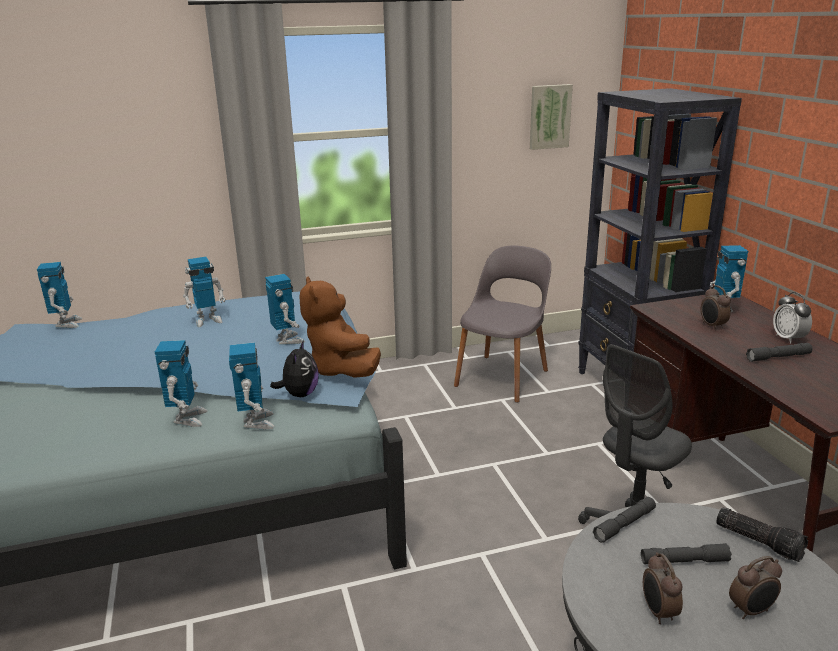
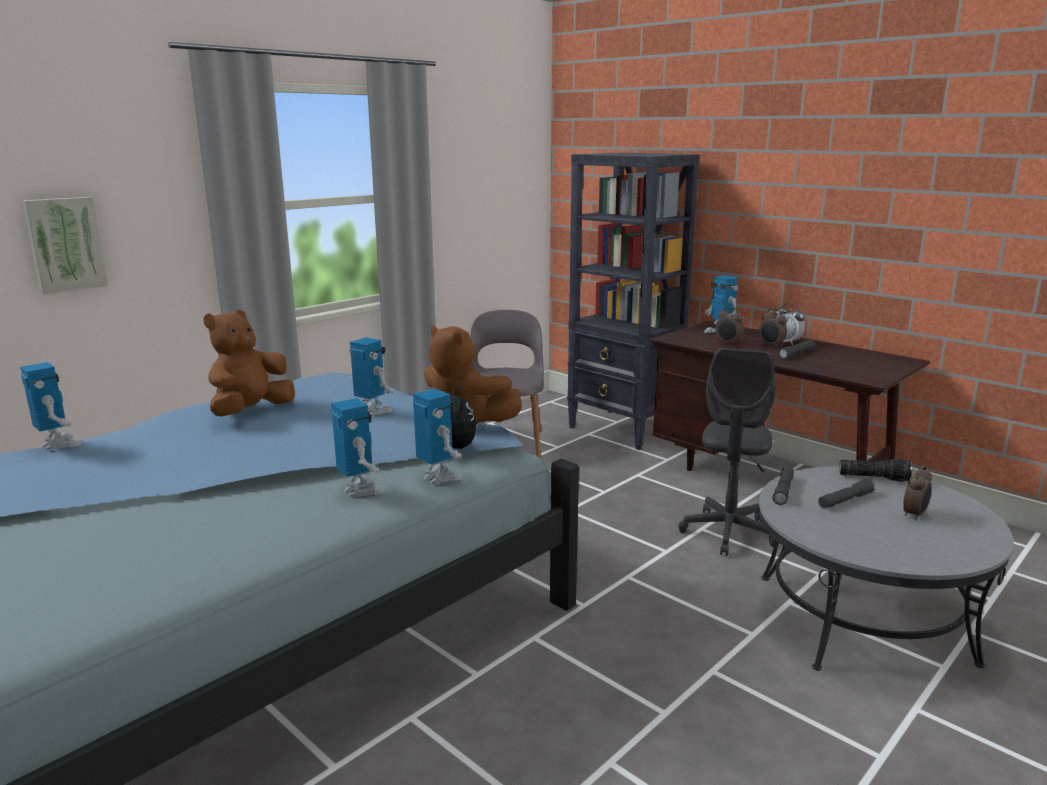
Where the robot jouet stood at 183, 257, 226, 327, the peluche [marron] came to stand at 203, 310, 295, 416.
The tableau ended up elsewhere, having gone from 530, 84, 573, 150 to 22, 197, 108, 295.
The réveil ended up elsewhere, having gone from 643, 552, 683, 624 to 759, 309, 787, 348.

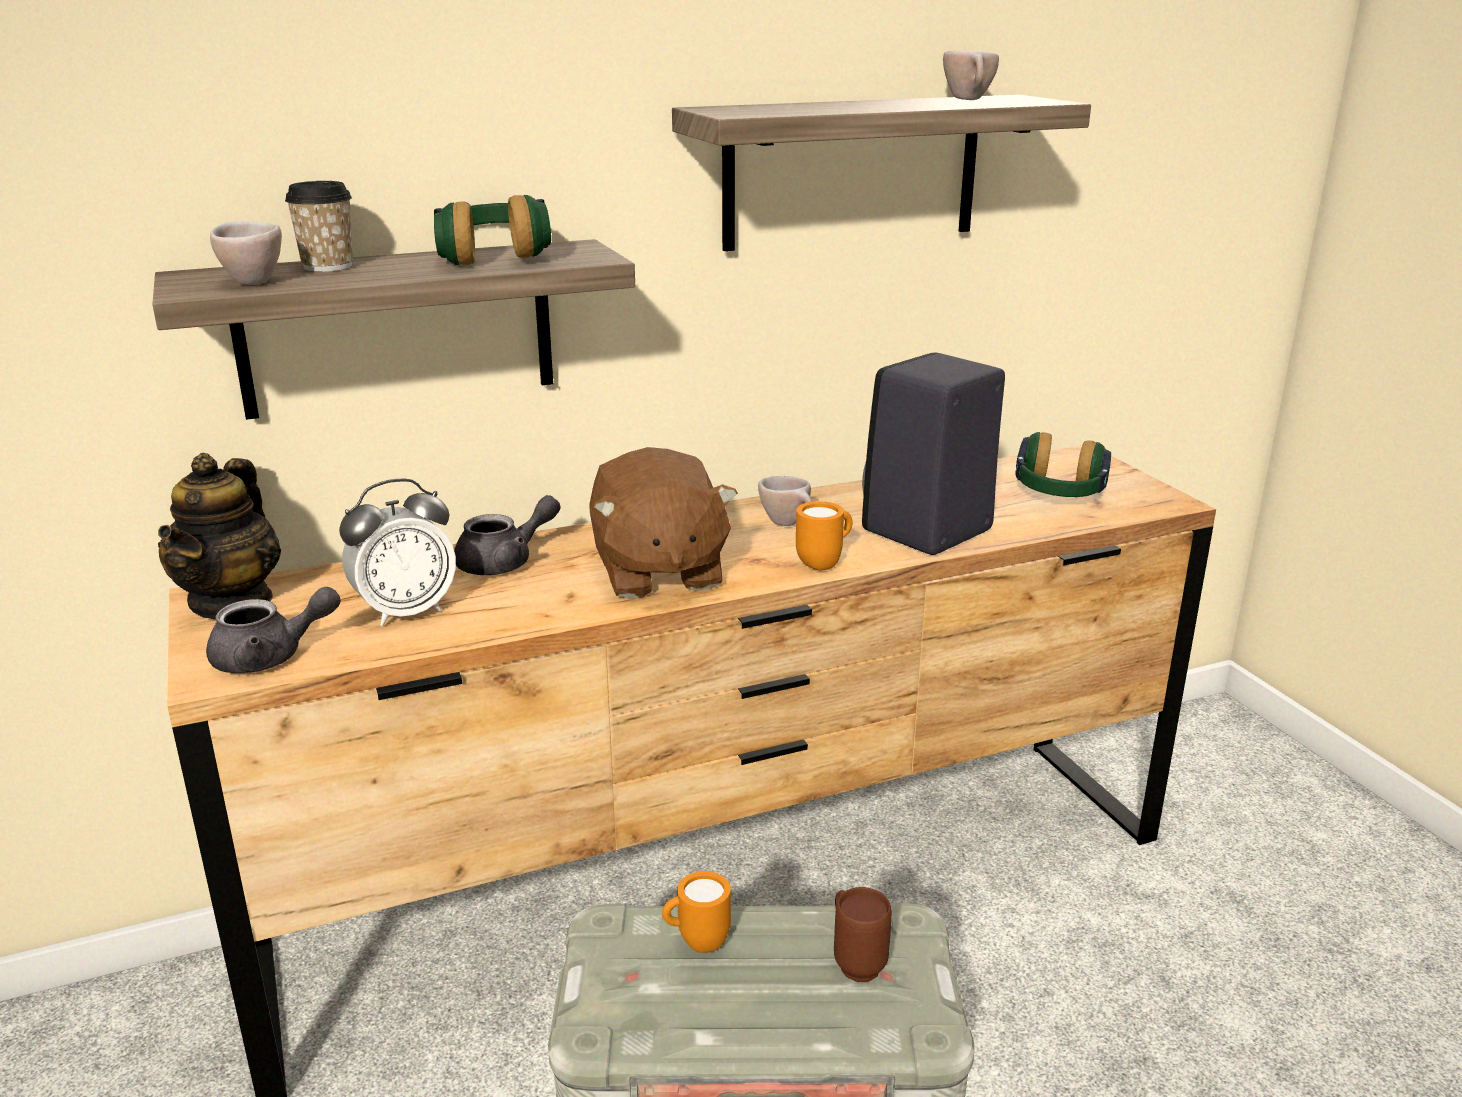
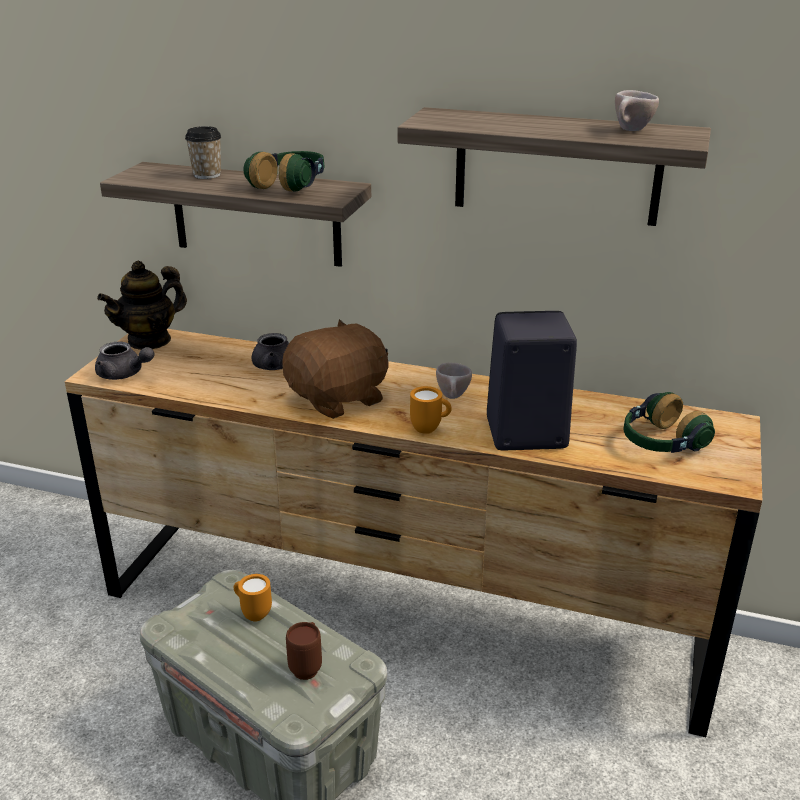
The second view lost the tasse [beige] at 210, 221, 282, 285.
The second view lost the réveil at 339, 479, 456, 626.
The peluche [marron] at 589, 447, 738, 599 ended up facing another way, 150 degrees counterclockwise from before.

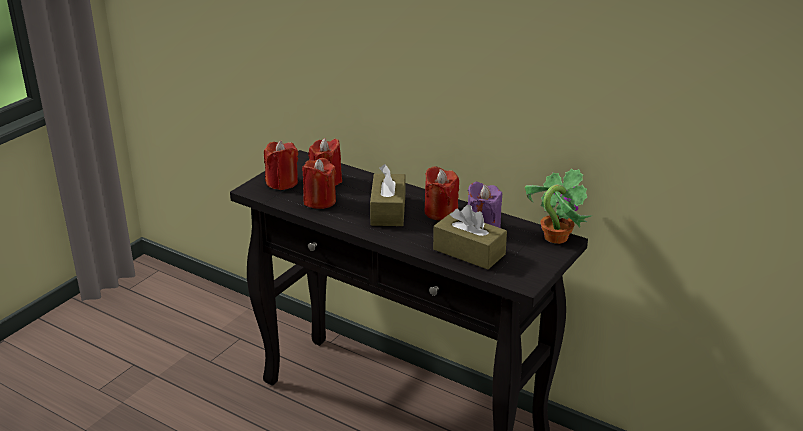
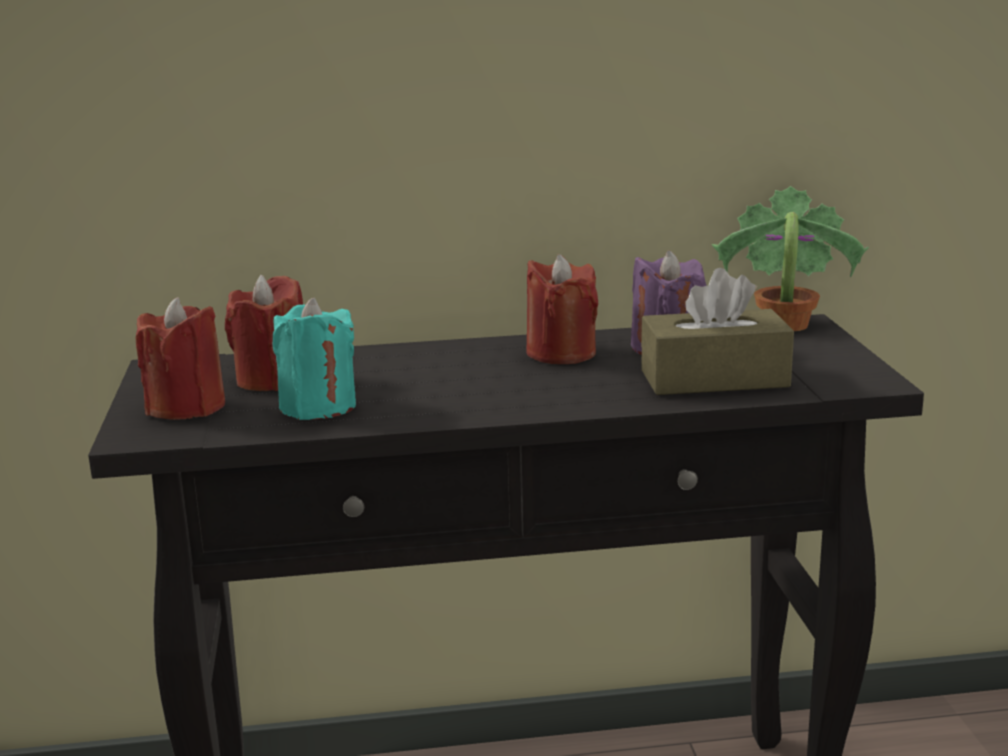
What was the bougie [rouge] at 302, 158, 336, 209 turned into the bougie [turquoise] at 273, 297, 356, 420.
The second view lost the boîte à mouchoirs [marron] at 370, 164, 405, 226.

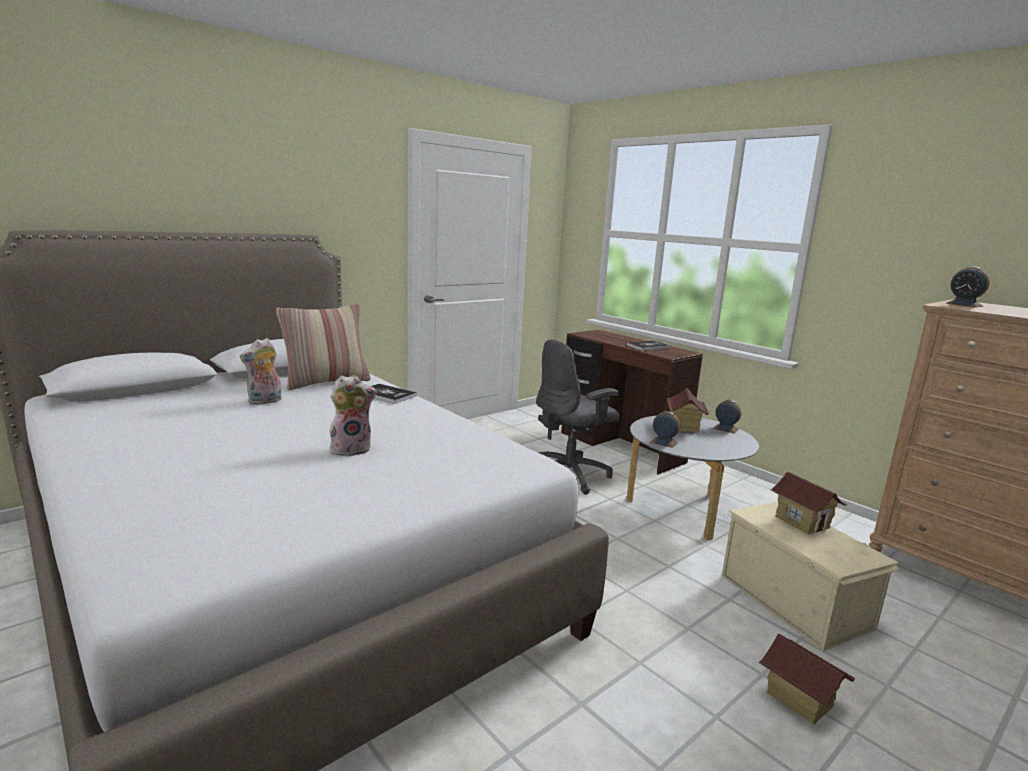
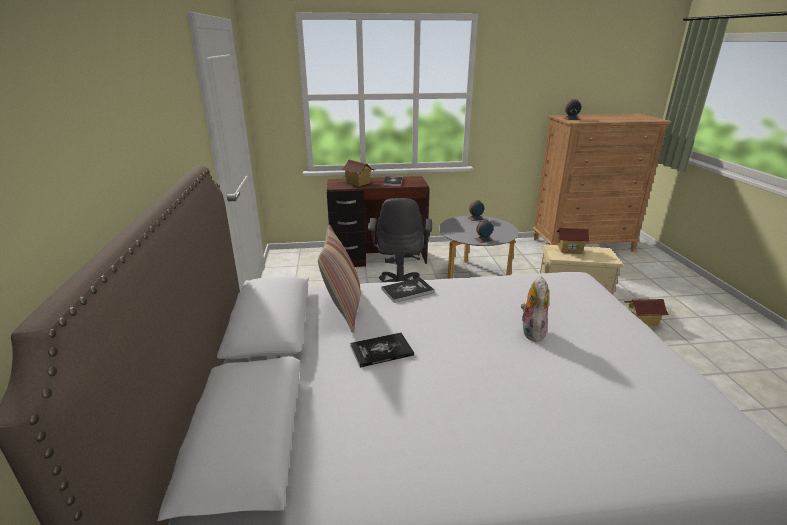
Where the peluche stood at 240, 338, 282, 405, the livre came to stand at 350, 332, 414, 368.
The maison miniature ended up elsewhere, having gone from 667, 389, 709, 433 to 341, 160, 375, 186.

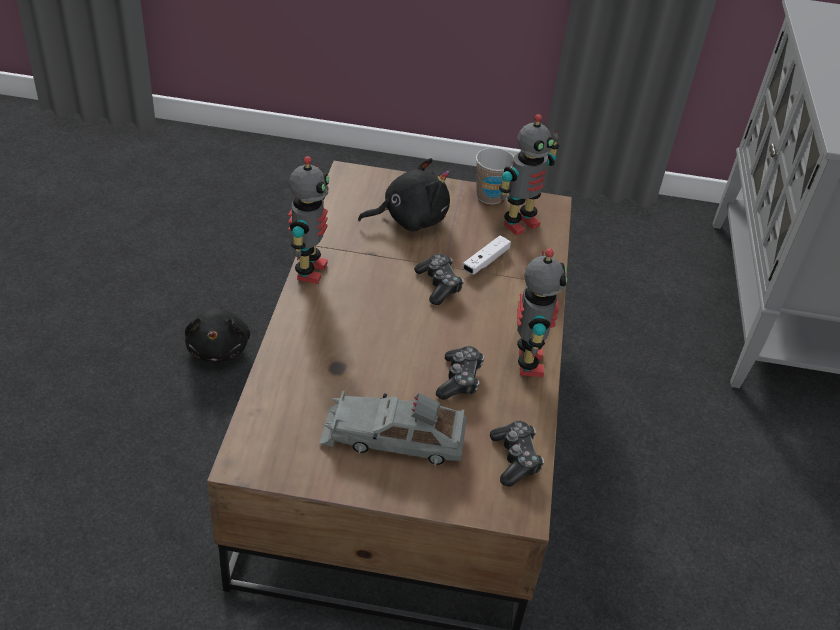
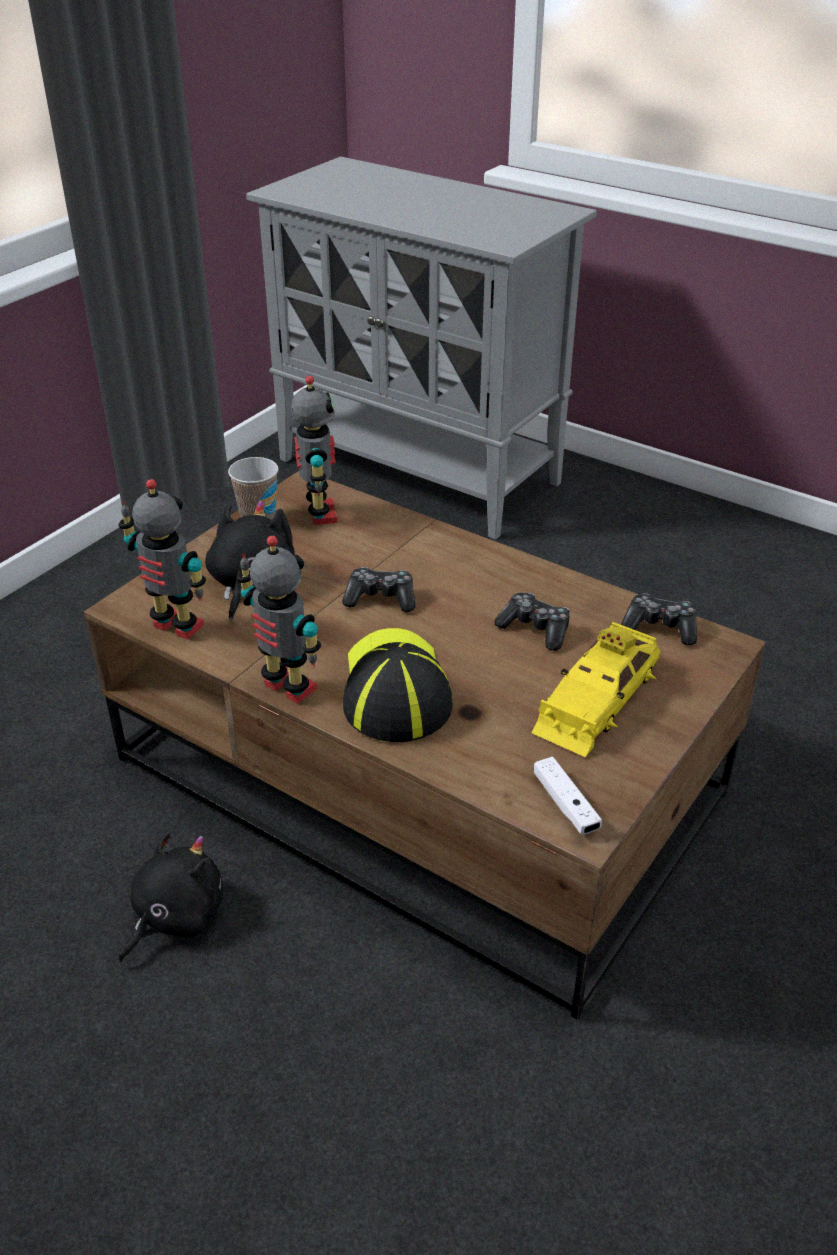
The peluche [noir] at 185, 306, 250, 362 ended up facing another way, 75 degrees counterclockwise from before.
What was the petite voiture [gris] at 319, 391, 467, 465 turned into the petite voiture [jaune] at 532, 622, 661, 757.
The manette [blanc] ended up elsewhere, having gone from 462, 236, 511, 275 to 534, 757, 602, 835.
The robot jouet ended up elsewhere, having gone from 517, 248, 567, 377 to 119, 479, 206, 639.
The second view gained the casquette at 343, 628, 452, 742.

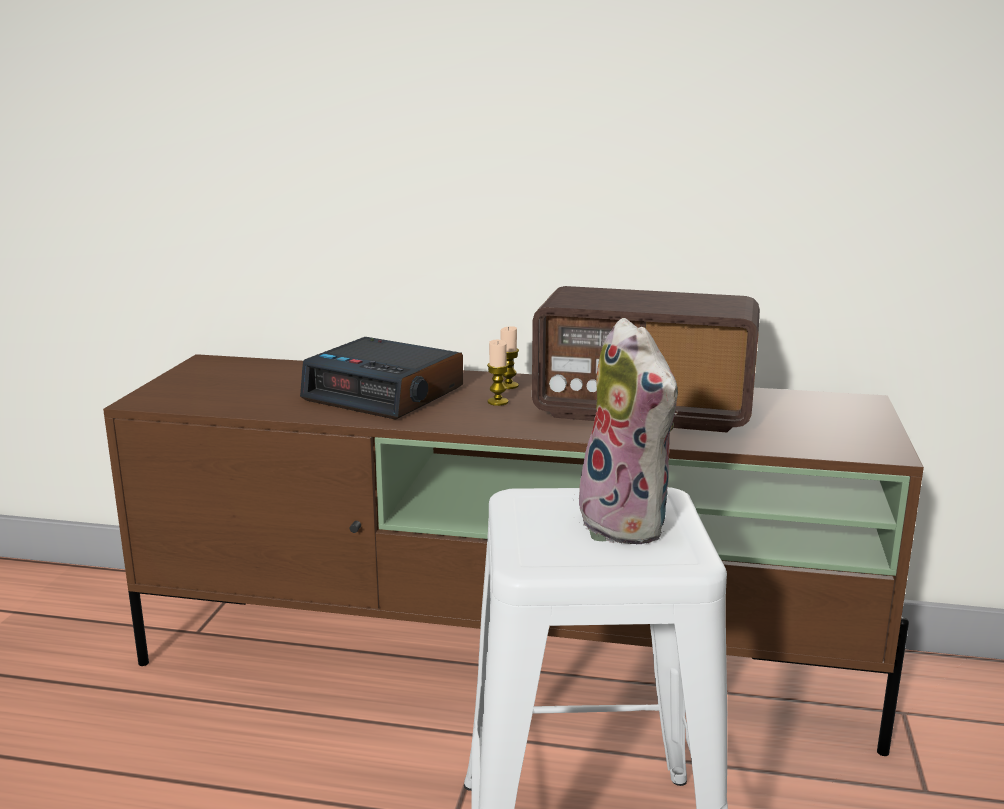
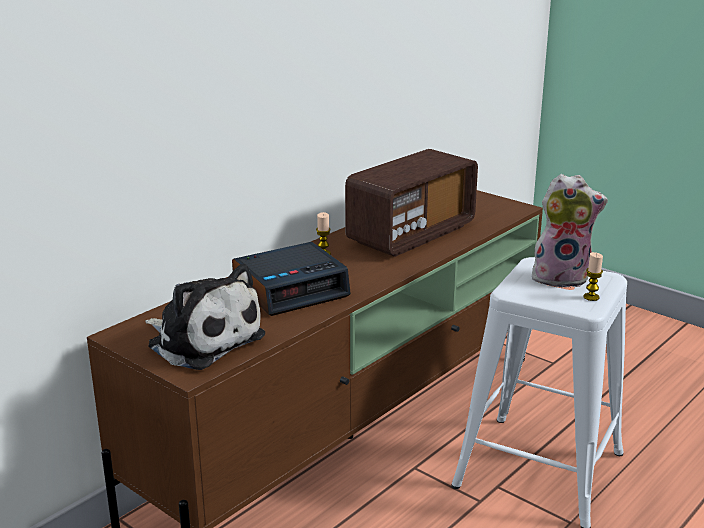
The bougie ended up elsewhere, having gone from 487, 340, 509, 406 to 583, 252, 603, 301.
The second view gained the peluche at 145, 264, 265, 370.

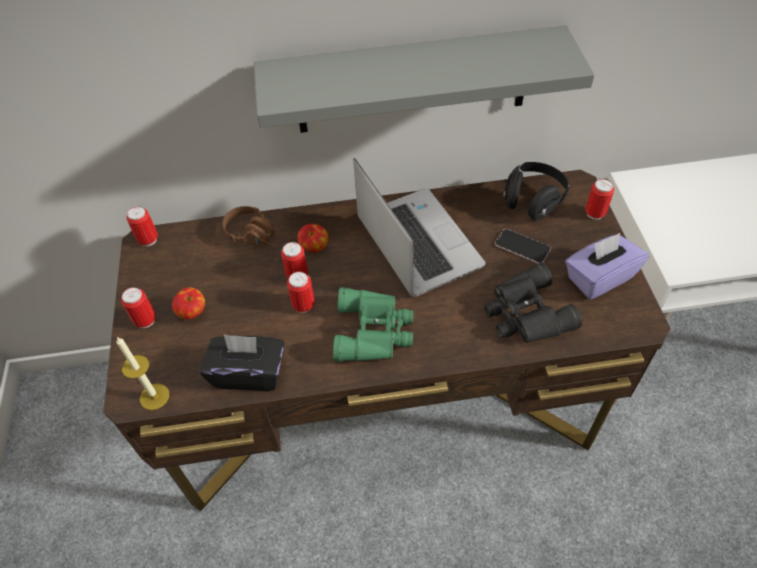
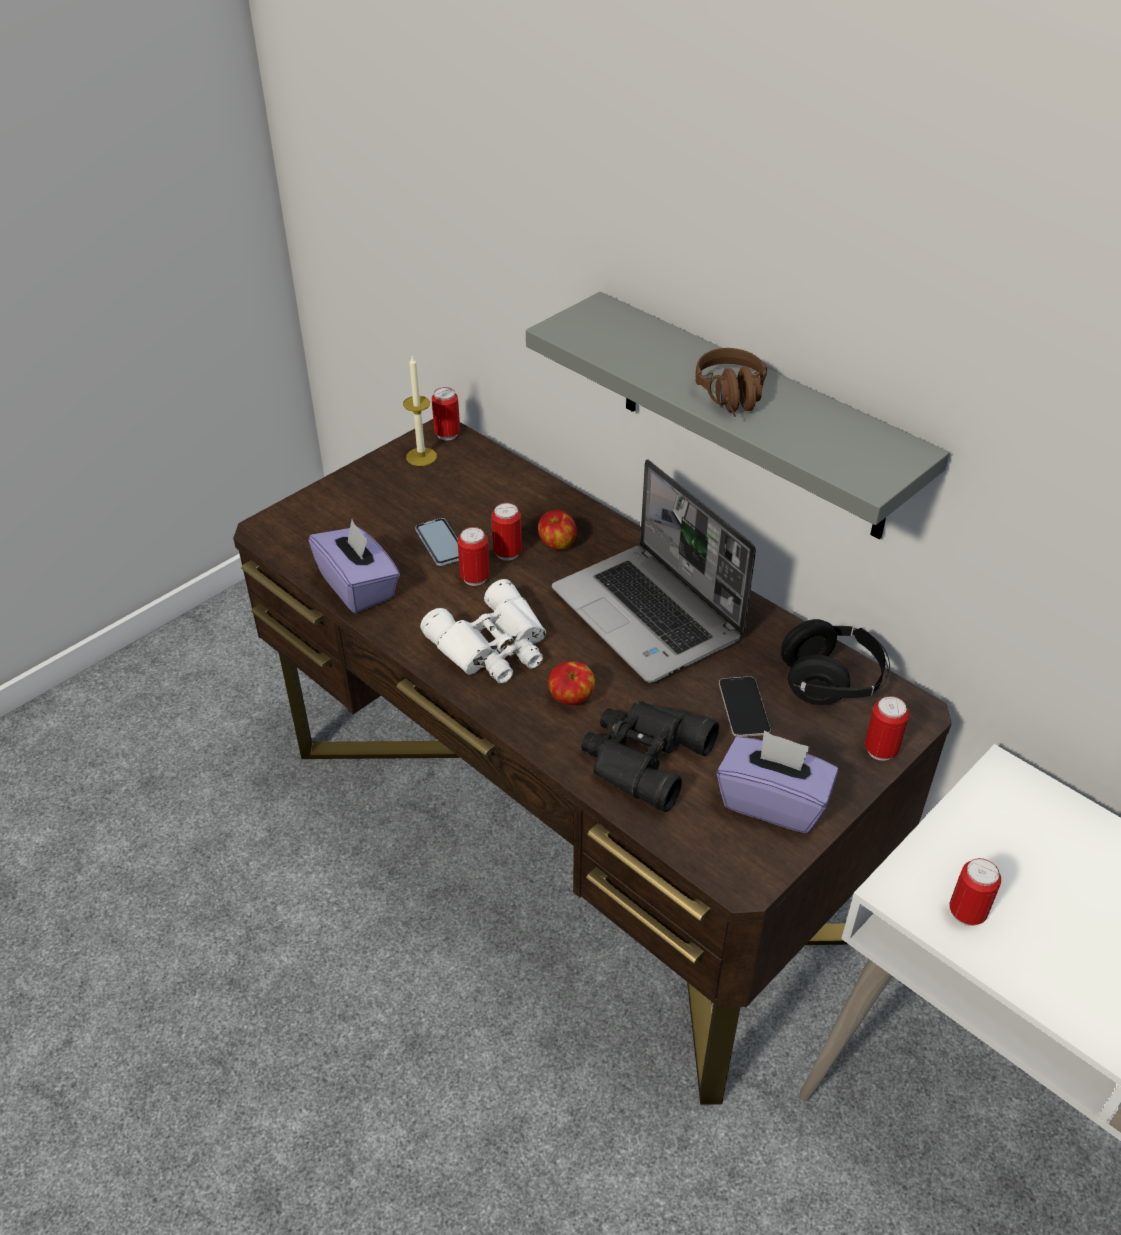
The bougie ended up elsewhere, having gone from 116, 337, 169, 410 to 403, 356, 437, 466.
The boîte métallique ended up elsewhere, having gone from 121, 287, 156, 328 to 950, 858, 1001, 926.
The pomme ended up elsewhere, having gone from 172, 287, 205, 320 to 548, 661, 595, 705.
What was the boîte à mouchoirs [noir] at 199, 334, 284, 391 turned into the boîte à mouchoirs [violet] at 308, 520, 400, 613.
The casque audio [marron] ended up elsewhere, having gone from 222, 206, 278, 247 to 696, 348, 767, 417.
What was the jumelles [vert] at 333, 287, 413, 362 turned into the jumelles [blanc] at 420, 579, 546, 683.
The ordinateur portable at 353, 158, 486, 297 ended up facing another way, 120 degrees clockwise from before.
The second view gained the téléphone at 415, 518, 459, 566.

